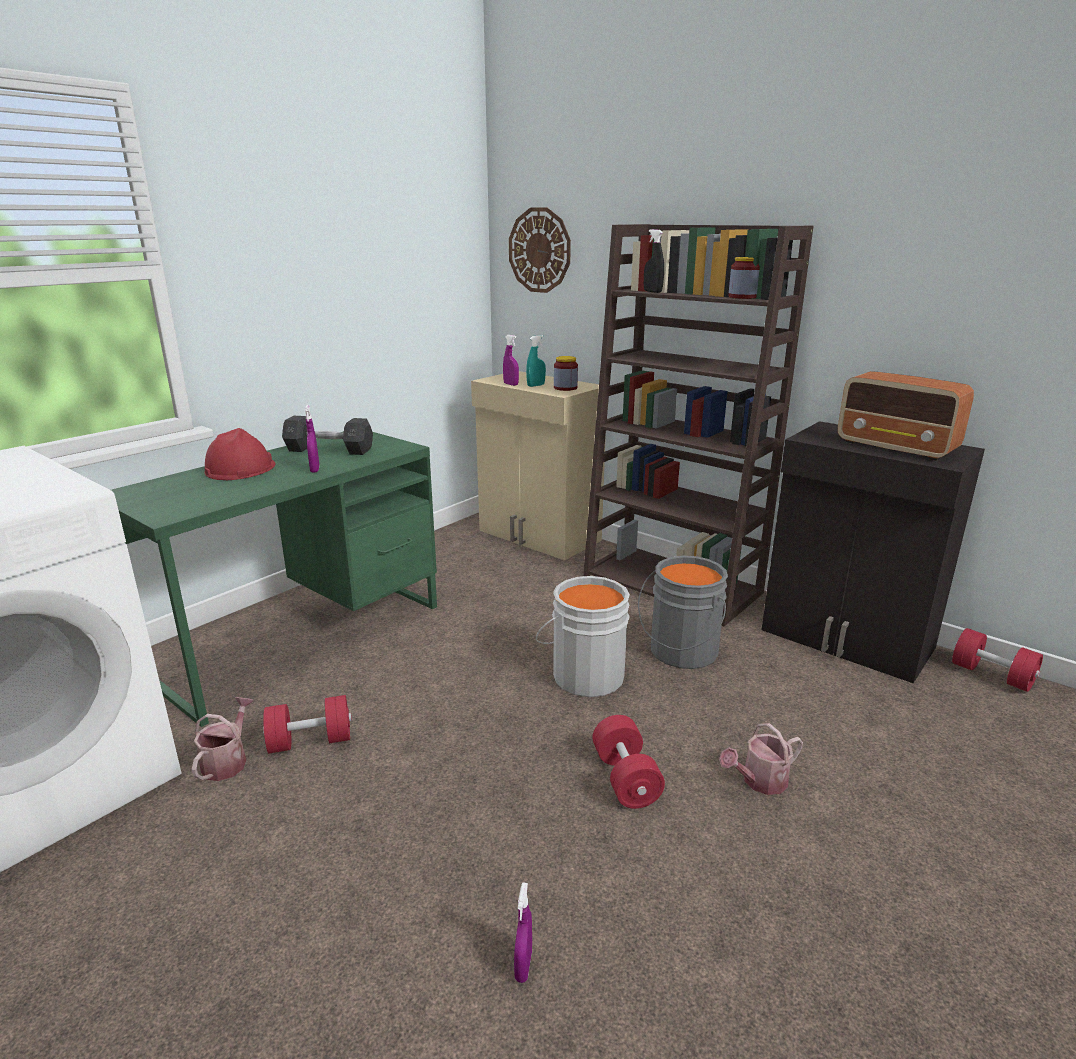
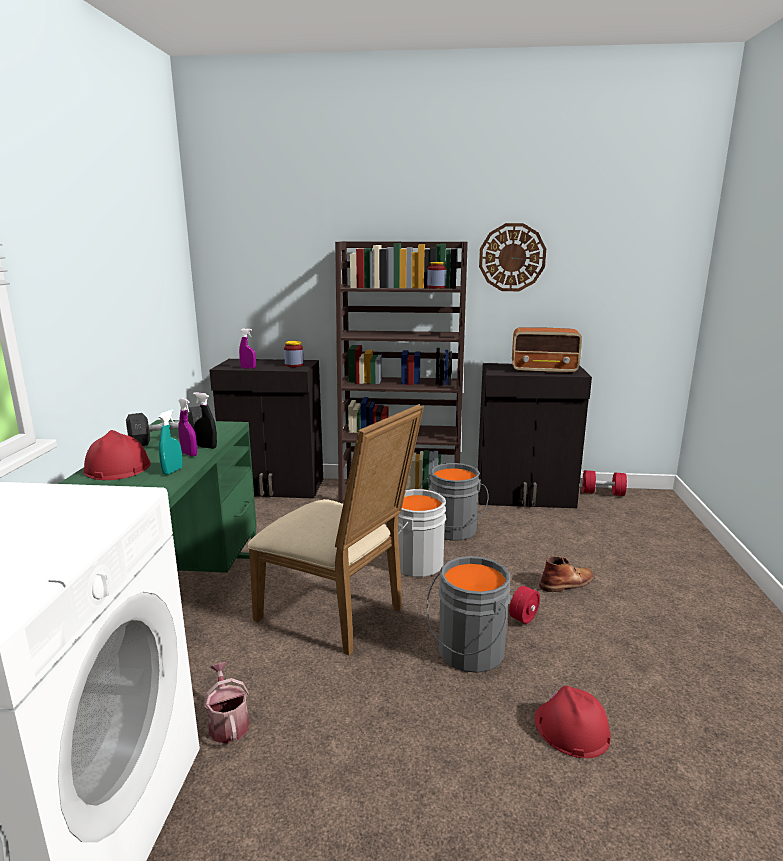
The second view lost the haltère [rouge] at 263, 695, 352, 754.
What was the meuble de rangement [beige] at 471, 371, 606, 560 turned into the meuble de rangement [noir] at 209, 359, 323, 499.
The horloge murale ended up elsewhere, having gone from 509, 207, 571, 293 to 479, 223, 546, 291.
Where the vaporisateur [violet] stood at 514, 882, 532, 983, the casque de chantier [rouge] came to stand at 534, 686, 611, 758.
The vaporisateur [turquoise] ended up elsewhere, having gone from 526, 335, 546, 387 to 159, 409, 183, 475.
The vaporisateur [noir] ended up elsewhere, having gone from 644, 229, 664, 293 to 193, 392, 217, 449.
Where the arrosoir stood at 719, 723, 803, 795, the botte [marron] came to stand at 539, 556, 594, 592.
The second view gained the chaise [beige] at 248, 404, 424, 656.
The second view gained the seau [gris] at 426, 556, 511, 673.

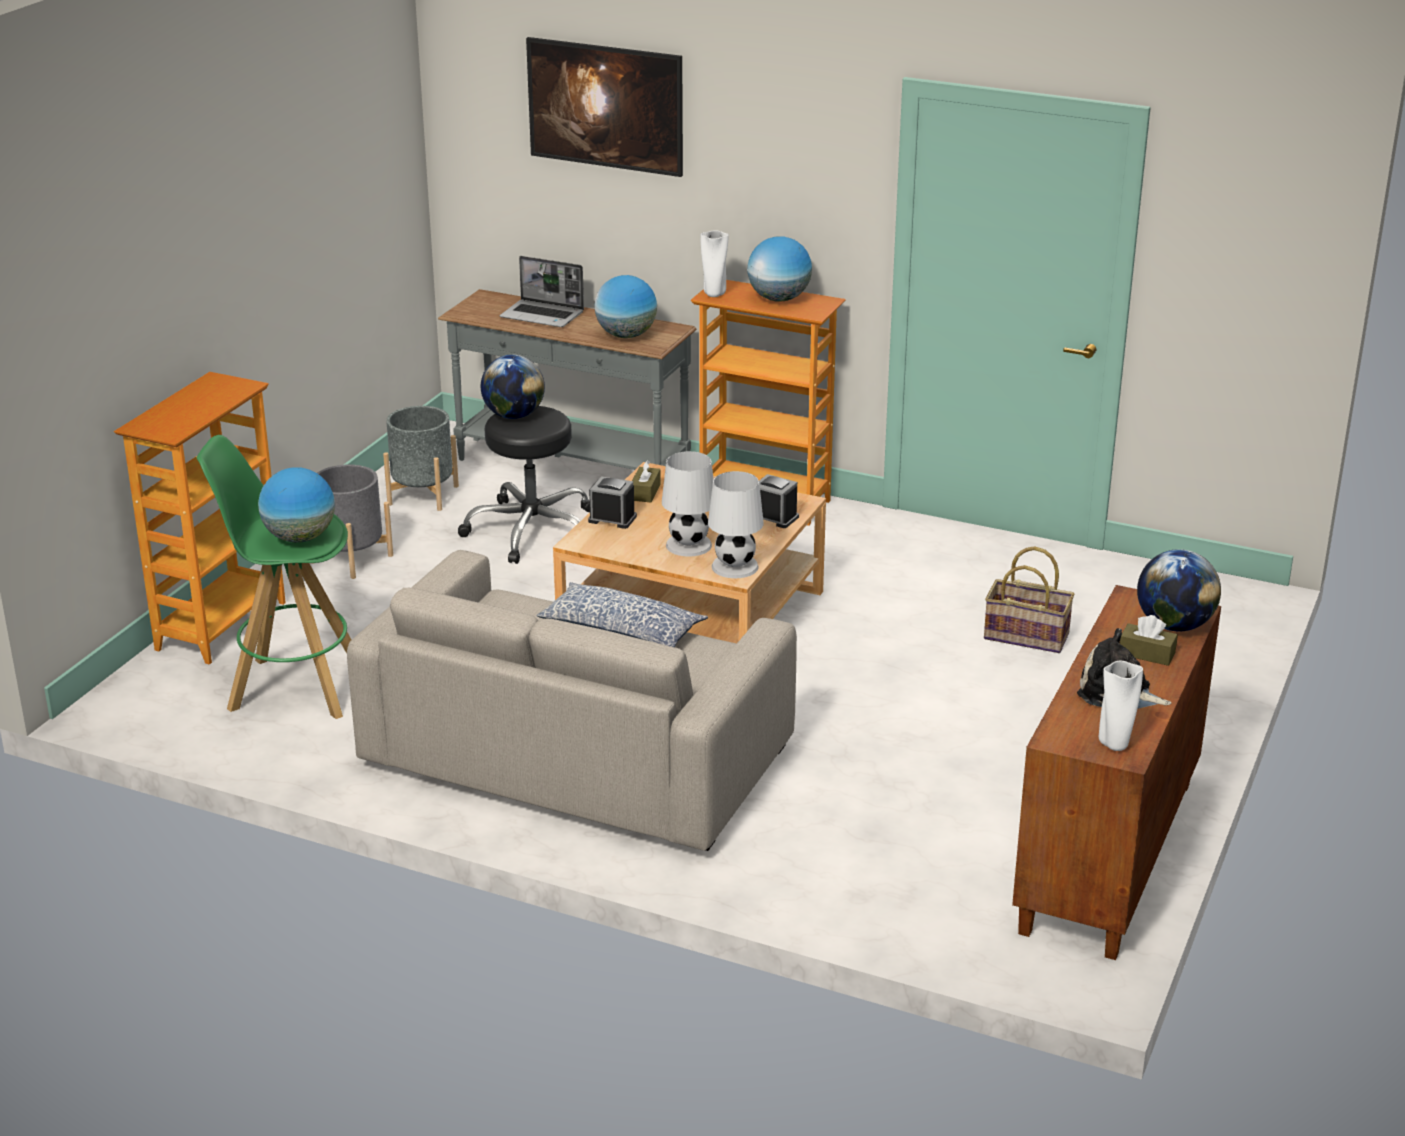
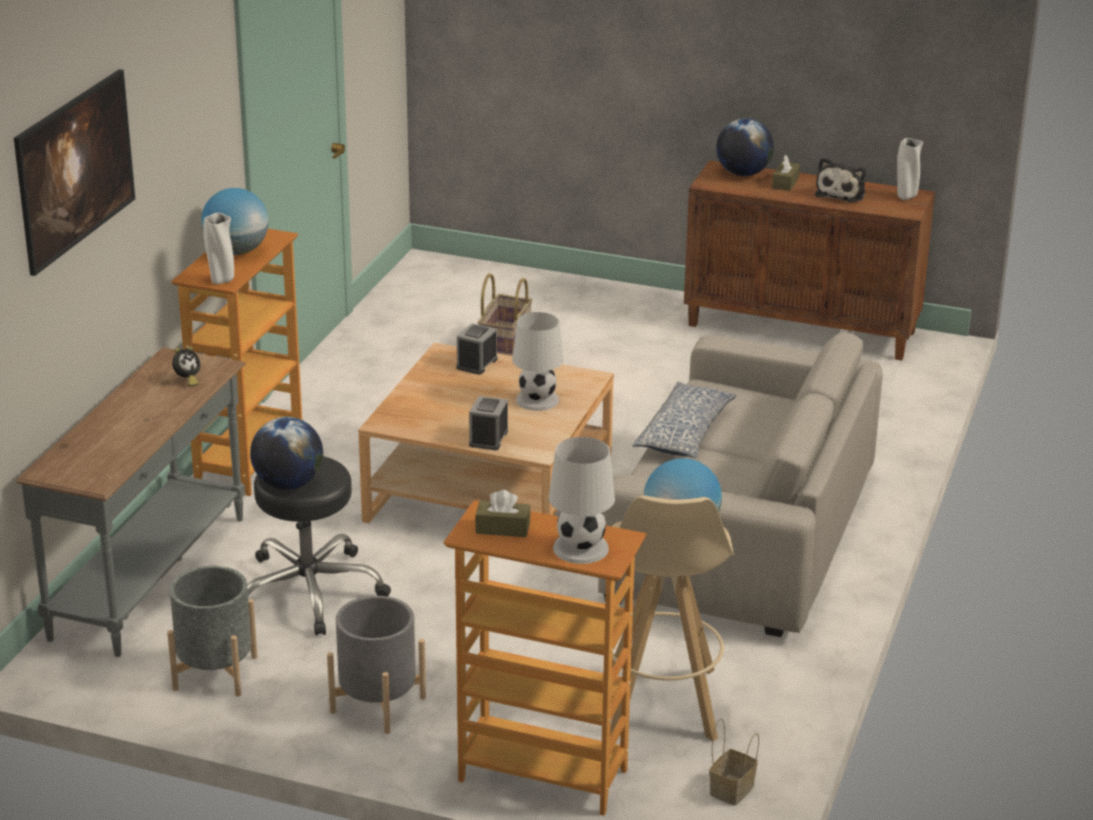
What was the tabouret [vert] at 197, 435, 351, 719 turned into the tabouret [beige] at 610, 495, 734, 741.
The second view lost the ordinateur portable at 500, 256, 584, 327.
Where the globe stood at 594, 275, 657, 338, the réveil came to stand at 172, 347, 201, 386.
The boîte à mouchoirs [marron] ended up elsewhere, having gone from 632, 460, 661, 502 to 475, 490, 531, 537.
The lampe de table [blanc] ended up elsewhere, having gone from 708, 471, 764, 578 to 549, 437, 615, 564.
The second view gained the panier at 709, 718, 759, 806.

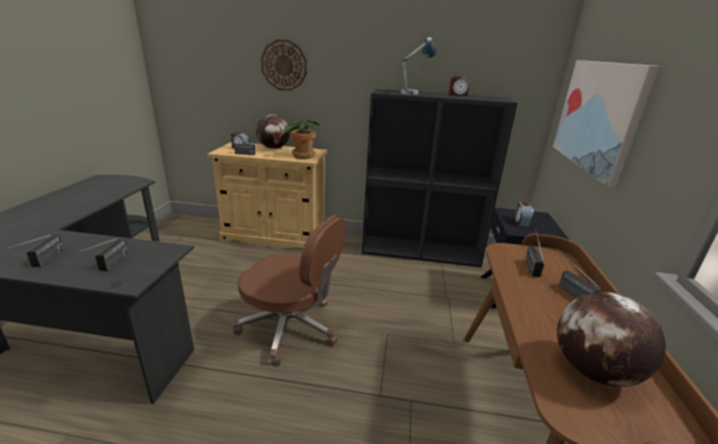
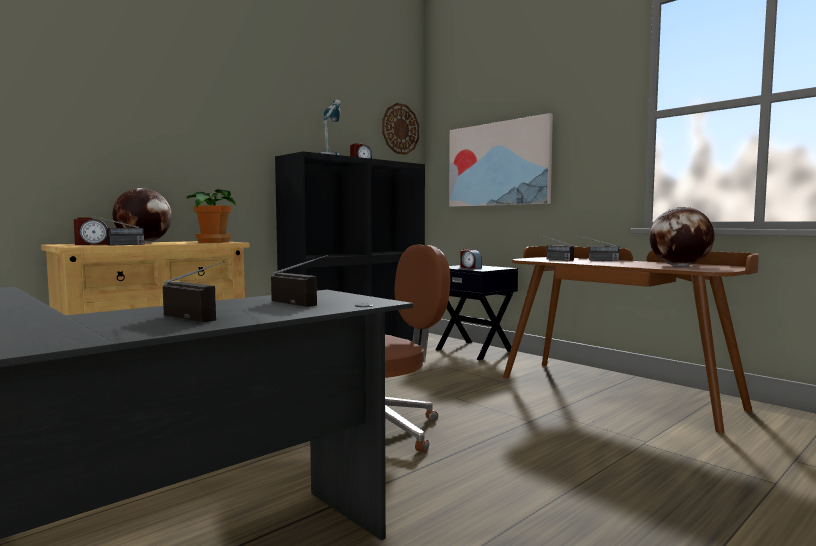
The horloge murale ended up elsewhere, having gone from 261, 39, 307, 91 to 382, 103, 419, 155.

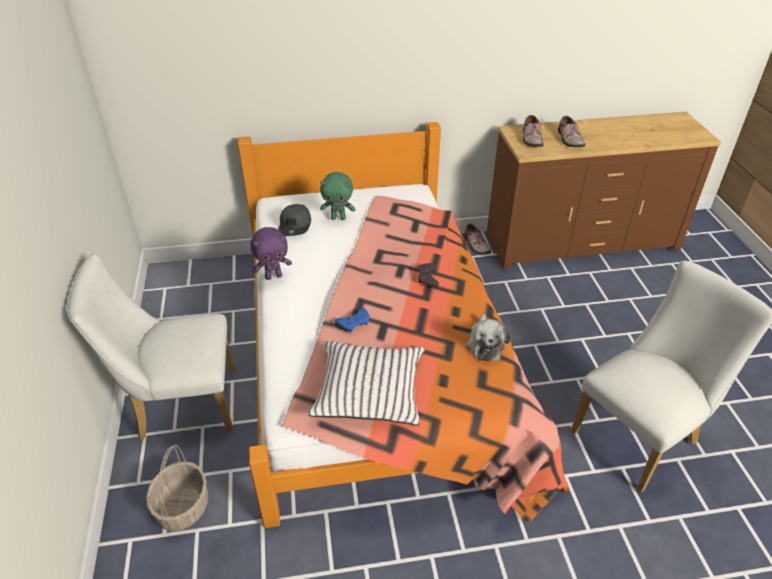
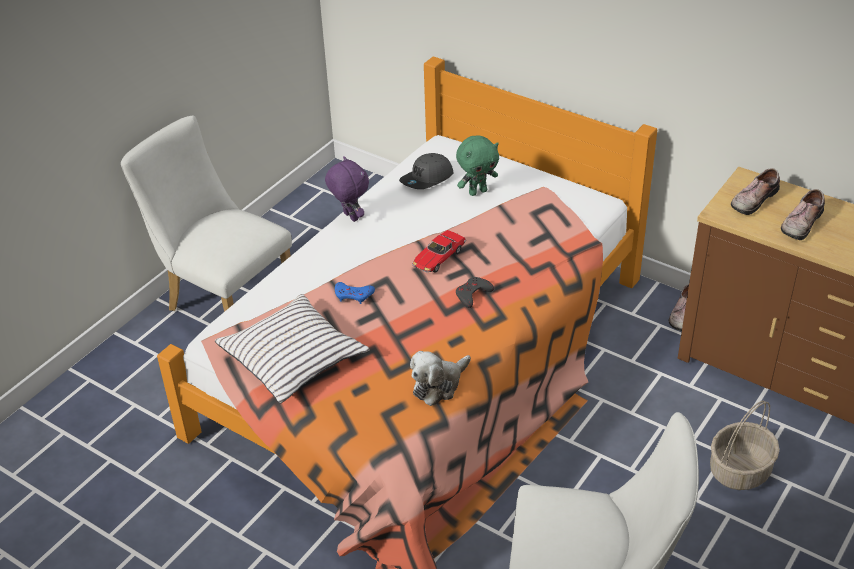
The panier ended up elsewhere, having gone from 146, 445, 208, 531 to 710, 401, 780, 490.
The peluche [violet] at 251, 227, 292, 280 ended up facing another way, 150 degrees counterclockwise from before.
The peluche [vert] at 320, 172, 356, 220 ended up facing another way, 75 degrees counterclockwise from before.
The second view gained the petite voiture at 412, 230, 466, 273.

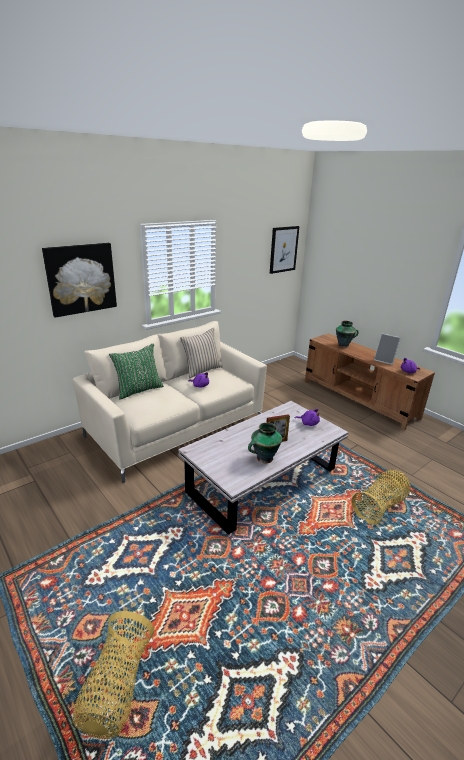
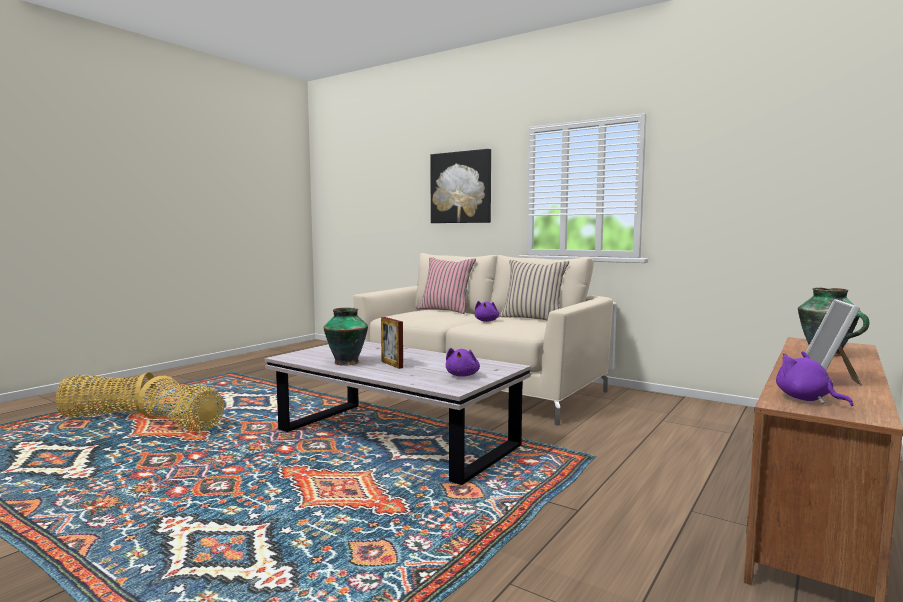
What was the coussin [vert] at 109, 344, 164, 399 turned into the coussin [rose] at 418, 257, 476, 314.
The second view lost the tableau at 270, 226, 300, 274.
The panier ended up elsewhere, having gone from 352, 470, 411, 525 to 138, 376, 224, 432.

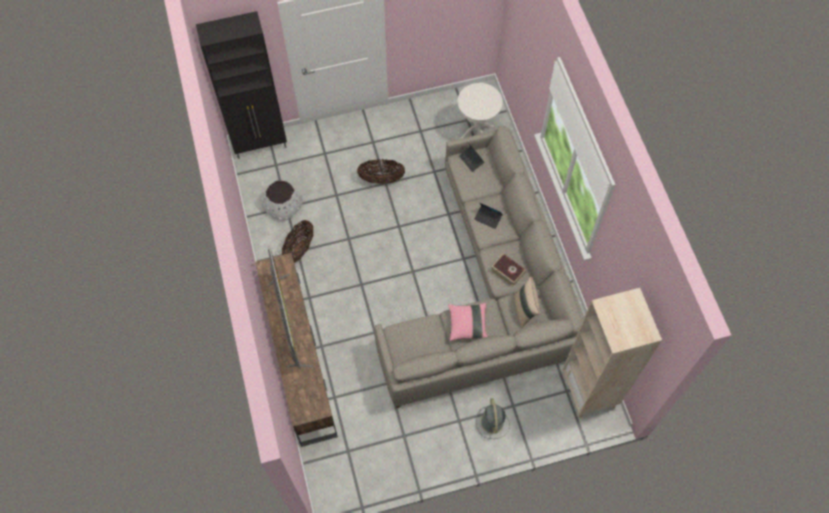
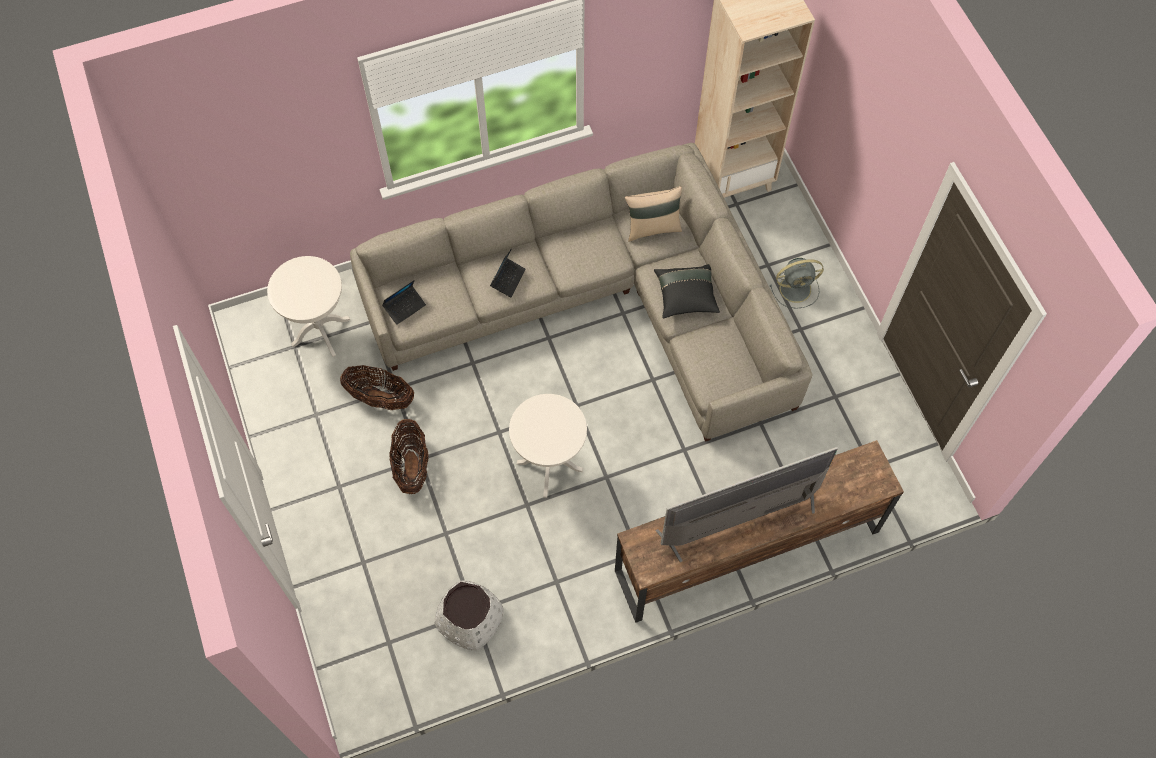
The second view lost the meuble de rangement [noir] at 196, 11, 287, 159.
The panier ended up elsewhere, having gone from 282, 220, 313, 263 to 340, 365, 414, 410.
What was the coussin [rose] at 448, 303, 488, 341 turned into the coussin [noir] at 654, 264, 720, 318.
The second view lost the livre at 491, 253, 526, 287.
The second view gained the table d'appoint [blanc] at 509, 394, 587, 498.

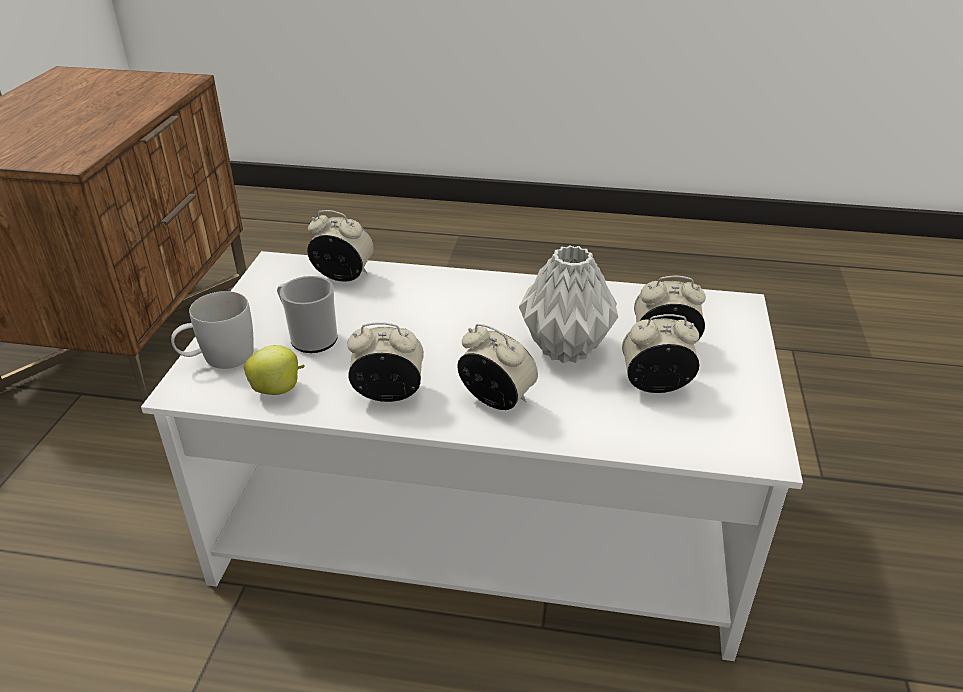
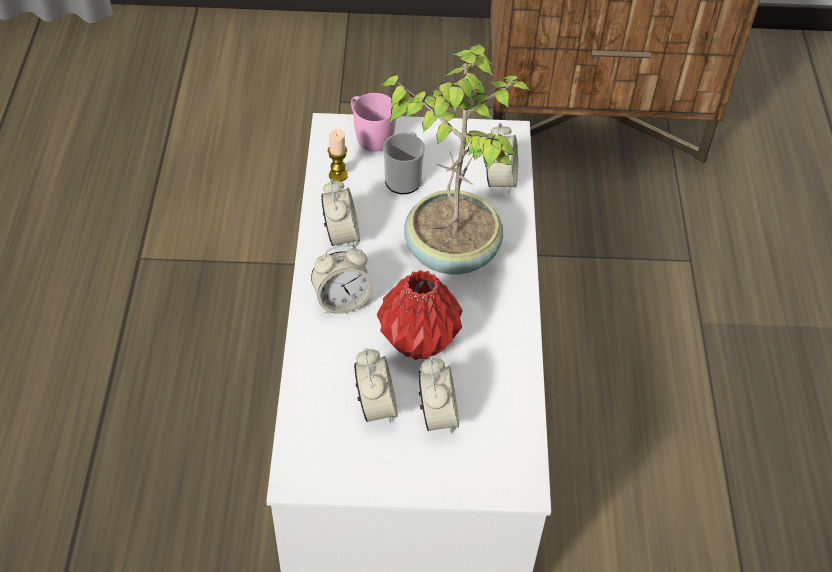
What was the mug [blanc] at 171, 291, 254, 369 turned into the mug [rose] at 351, 93, 396, 152.
Where the pomme stood at 244, 345, 305, 395, the bougie came to stand at 328, 129, 348, 182.
The réveil at 457, 324, 538, 410 ended up facing another way, 45 degrees clockwise from before.
What was the vase [gris] at 519, 245, 618, 363 turned into the vase [rouge] at 377, 270, 463, 360.
The second view gained the plante en pot at 382, 44, 530, 275.

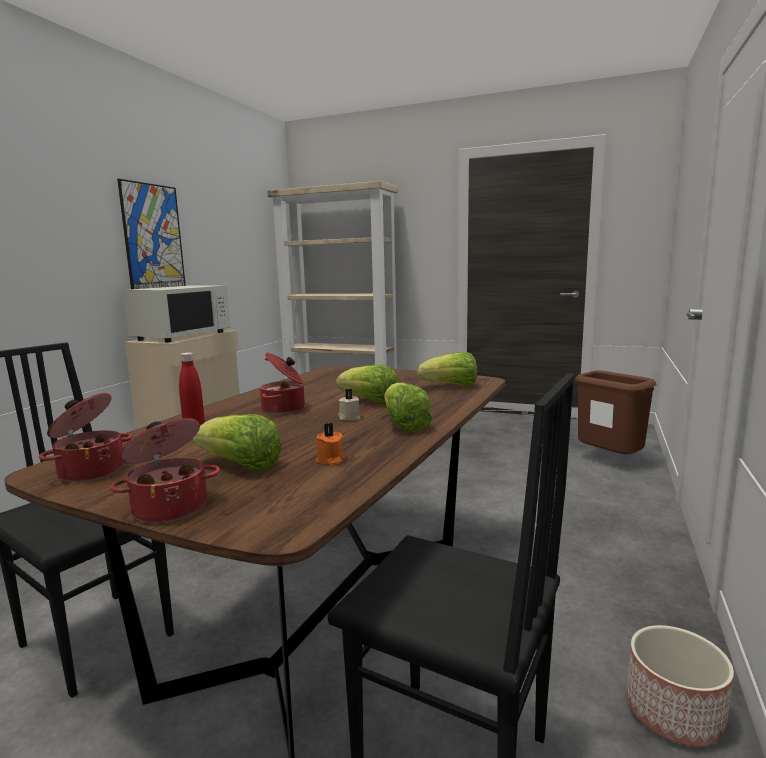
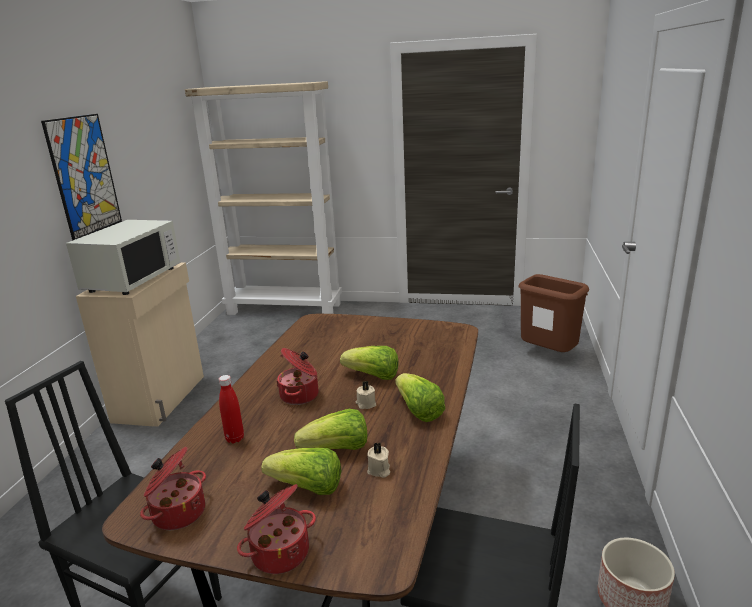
What was the bougie [orange] at 316, 423, 345, 466 turned into the bougie [beige] at 367, 442, 390, 478.
The laitue ended up elsewhere, having gone from 417, 352, 477, 386 to 294, 409, 367, 450.

